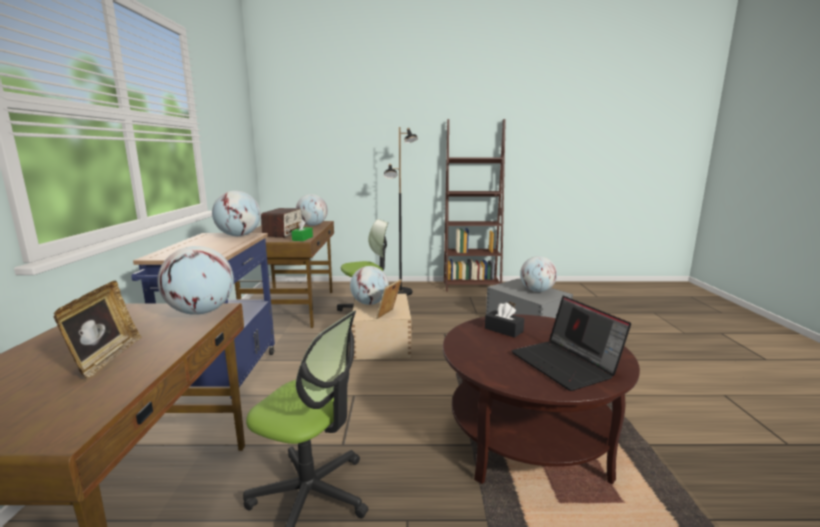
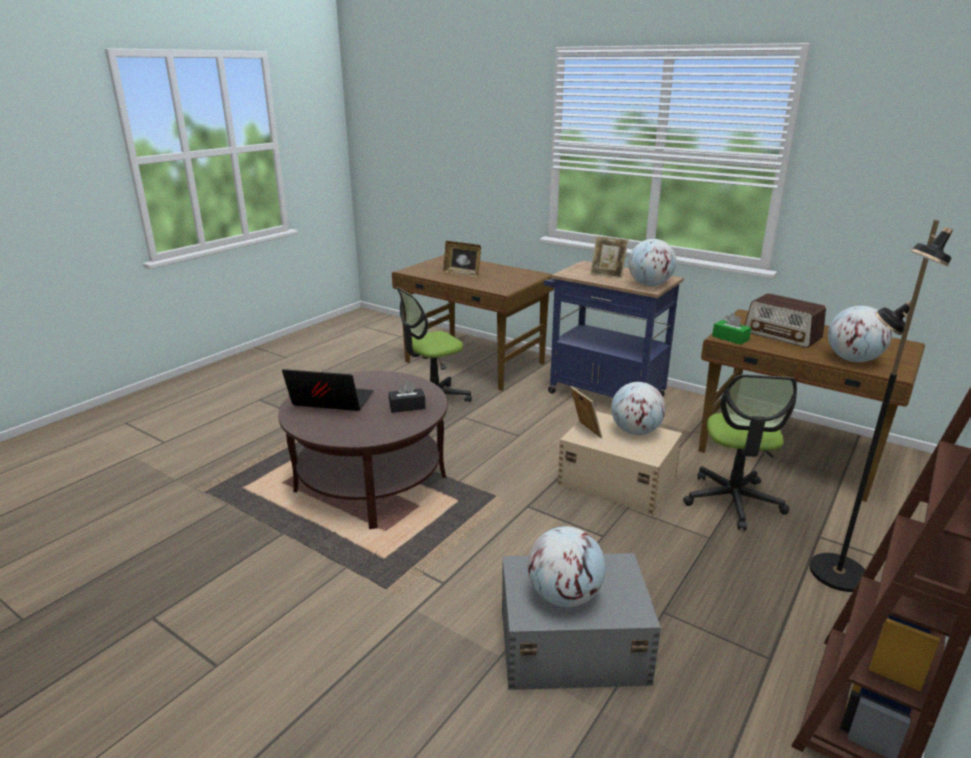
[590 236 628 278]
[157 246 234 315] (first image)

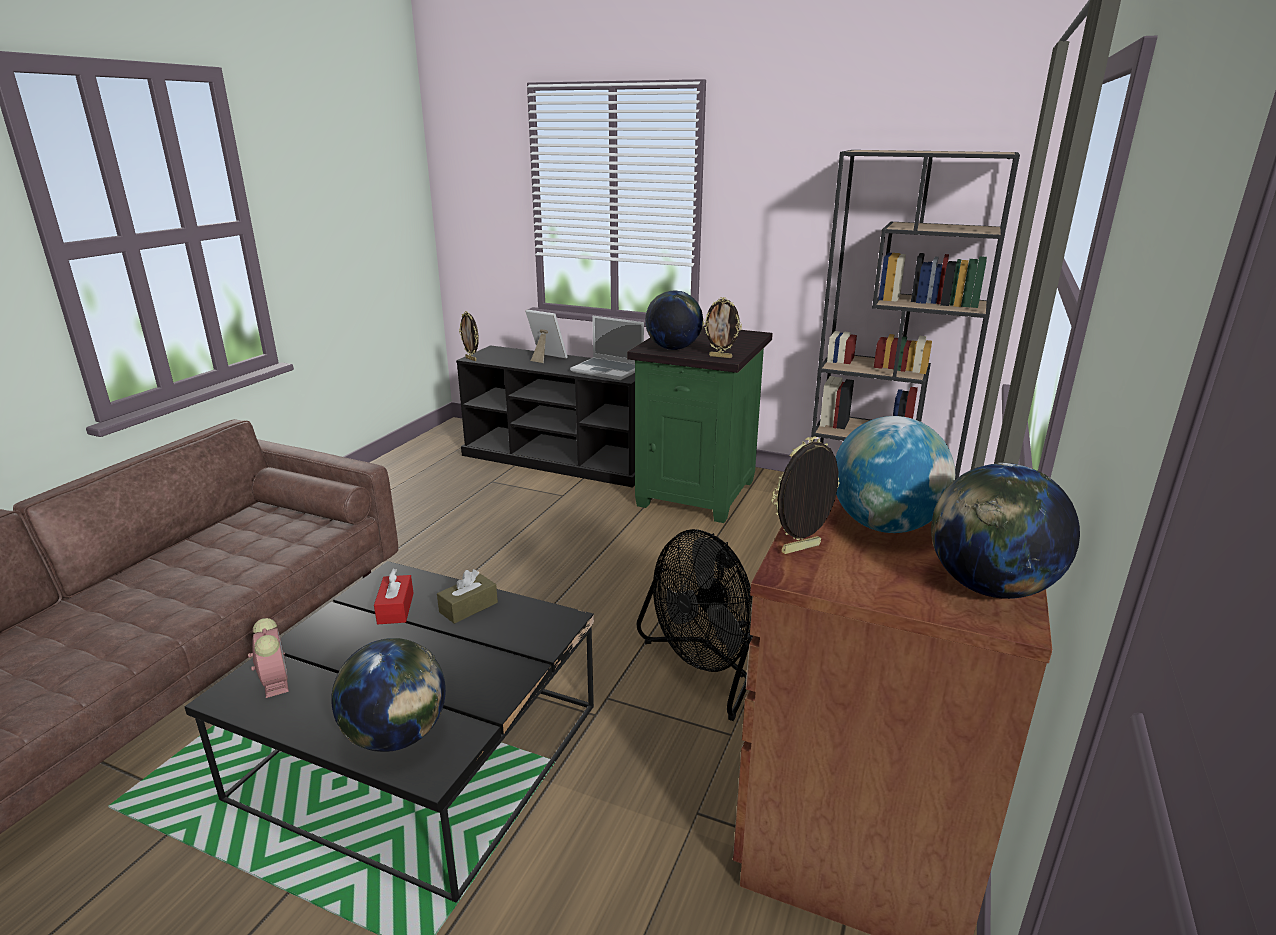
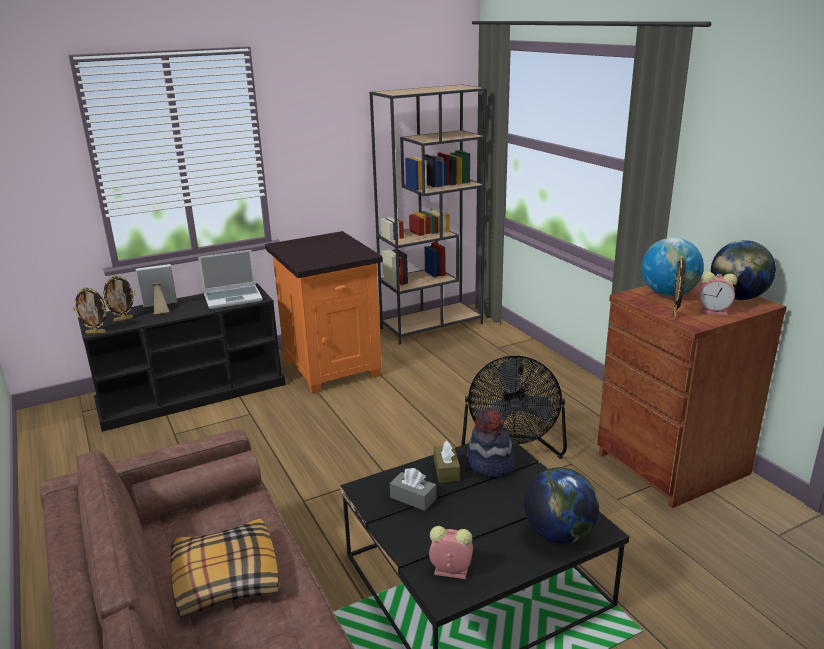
[102 275 136 322]
[171 519 280 619]
[265 231 383 394]
[390 468 436 511]
[467 408 514 478]
[698 272 737 315]
[645 291 703 350] (first image)

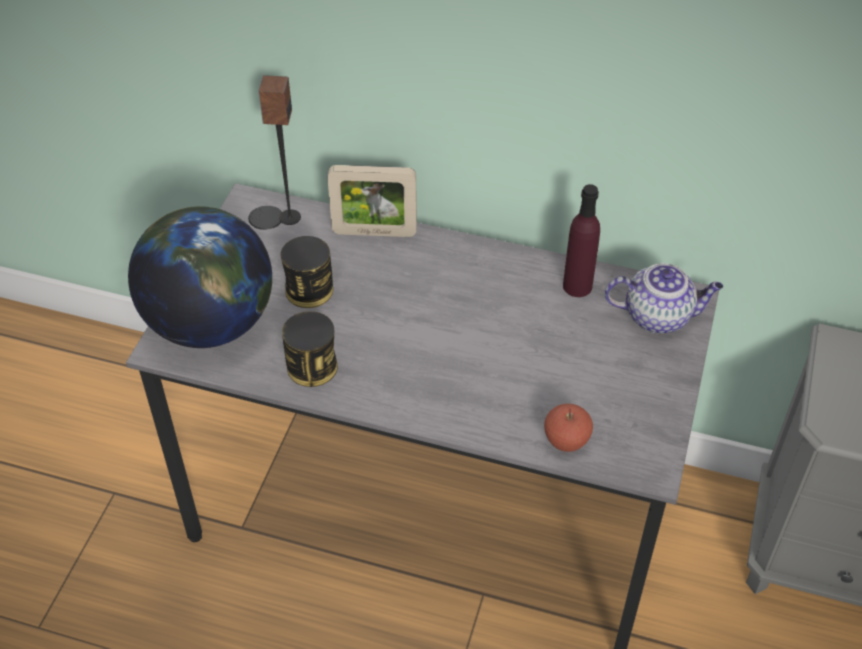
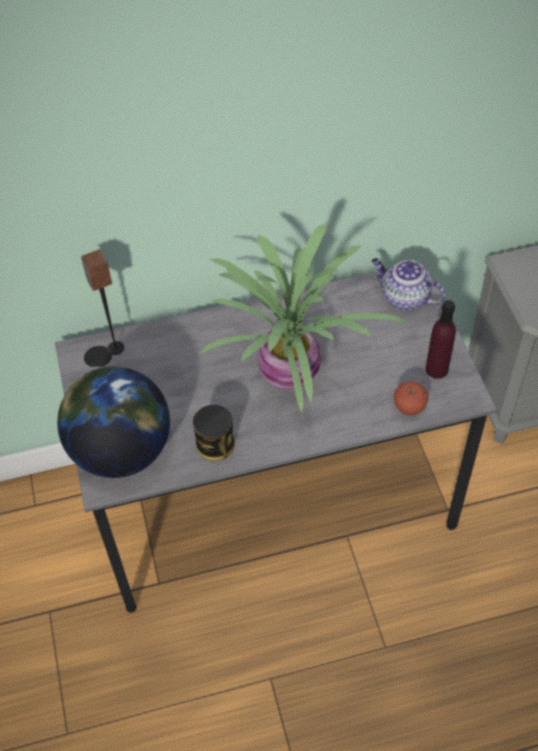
[200 224 408 412]
[371 258 446 311]
[426 300 456 379]
[281 236 333 308] (first image)
[327 165 417 237] (first image)

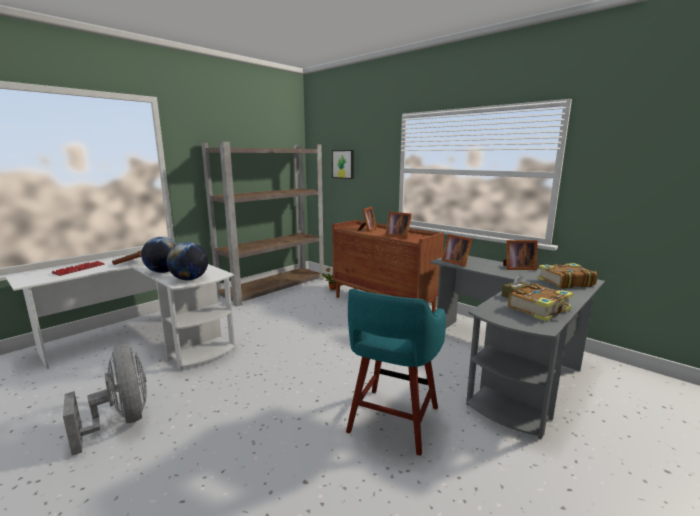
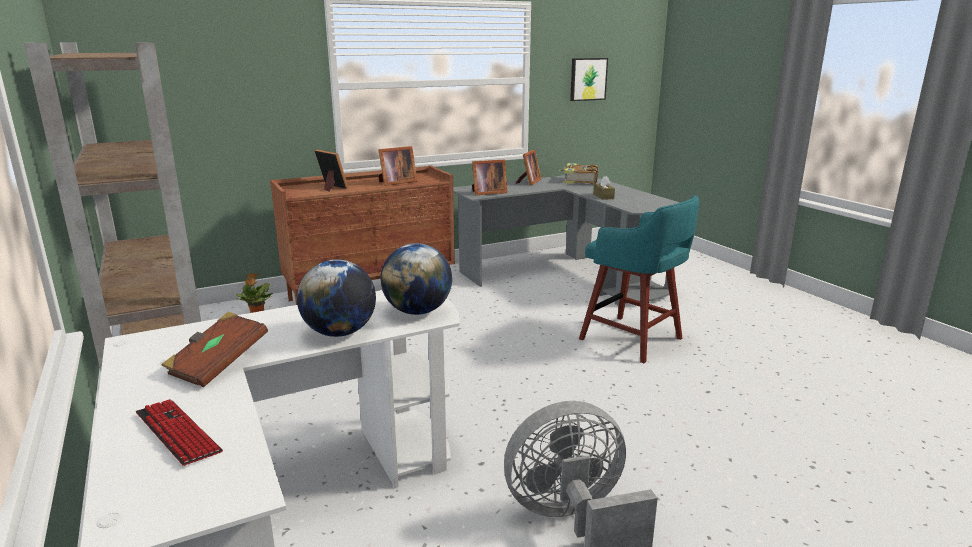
[570 58 608 101]
[508 283 574 321] (first image)

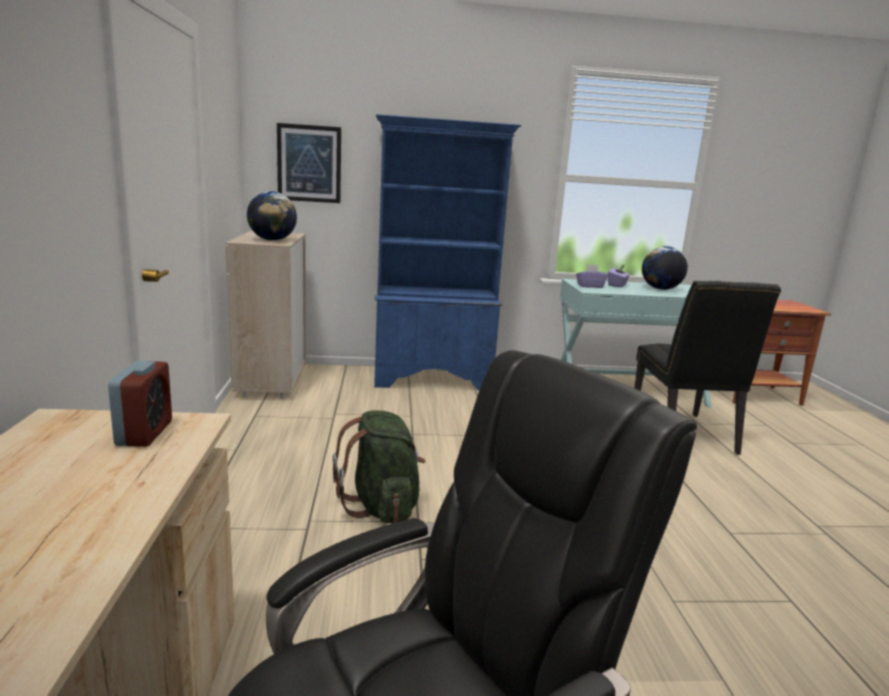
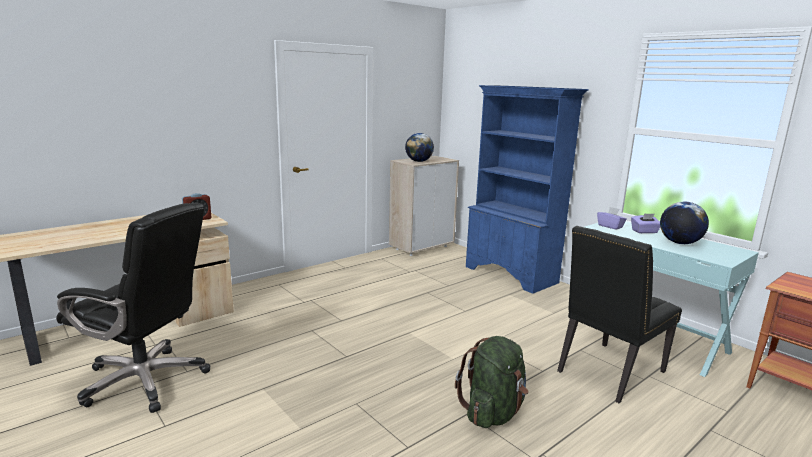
[455 336 529 428]
[277 123 341 203] (first image)

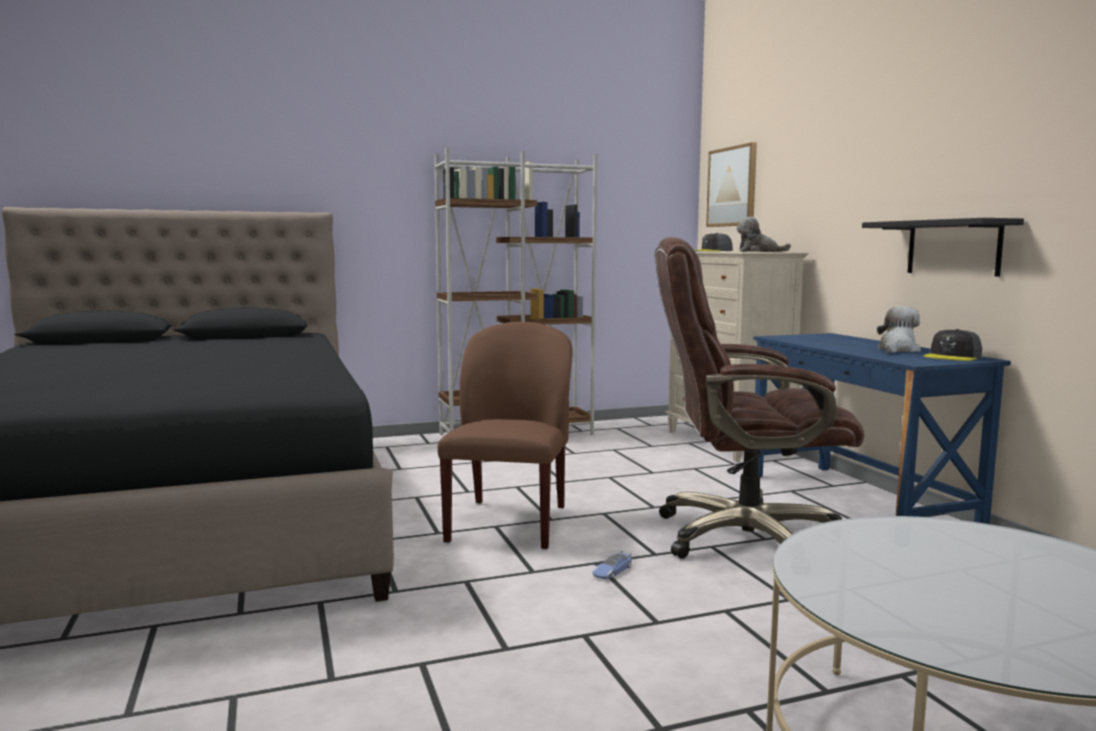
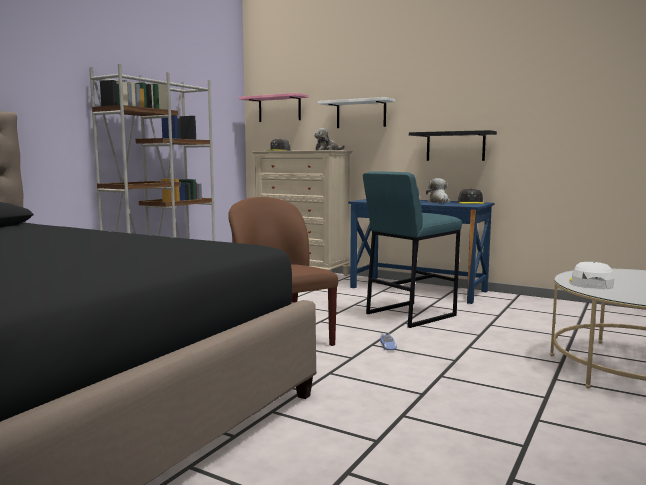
[239 93 308 122]
[318 97 395 128]
[363 171 462 328]
[570 262 614 288]

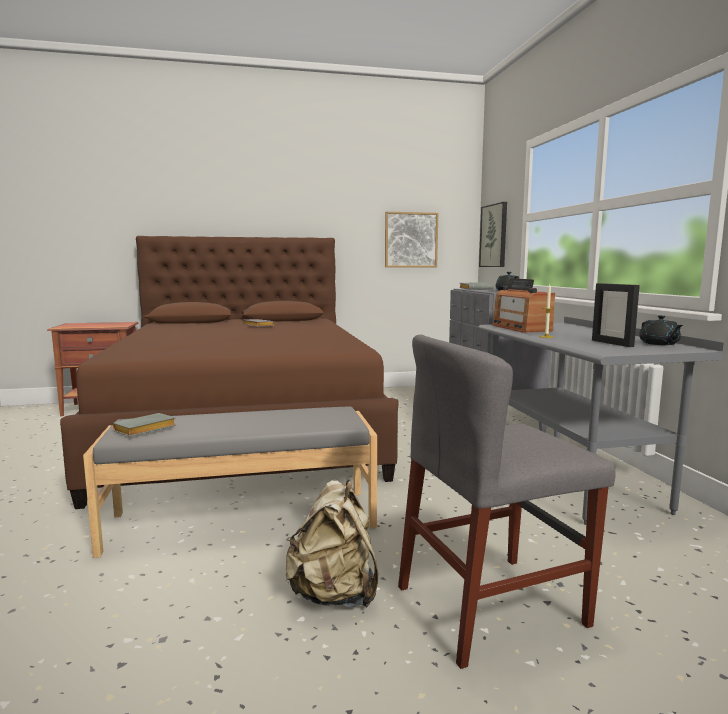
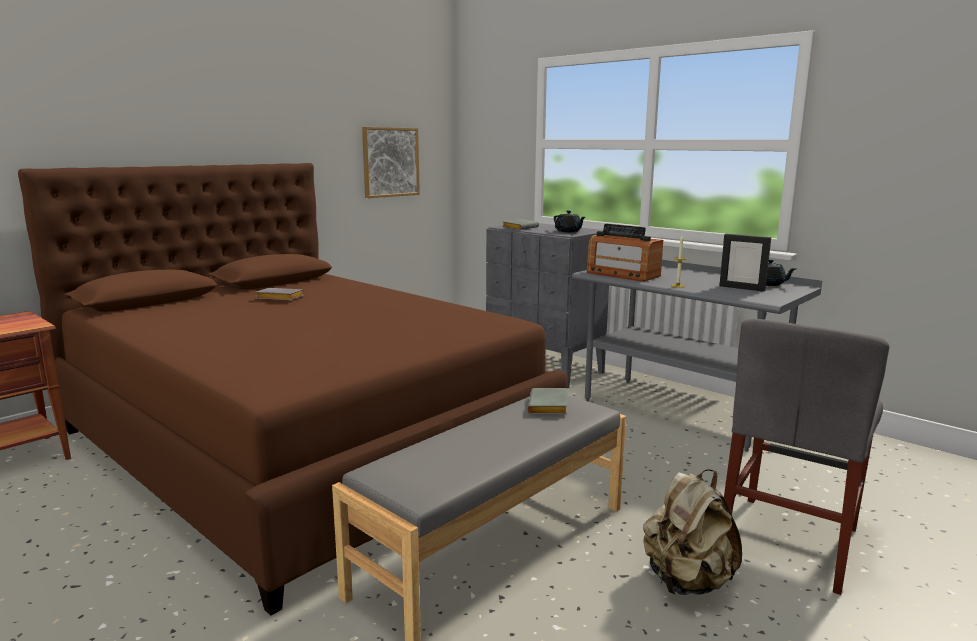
[528 388 567 414]
[479 202 507 267] (first image)

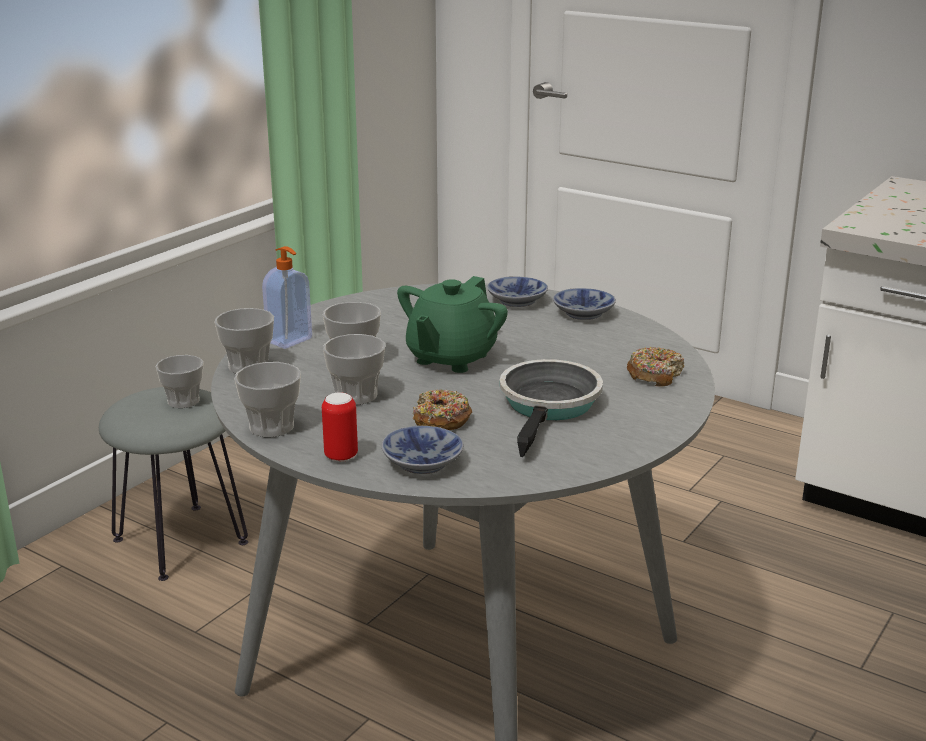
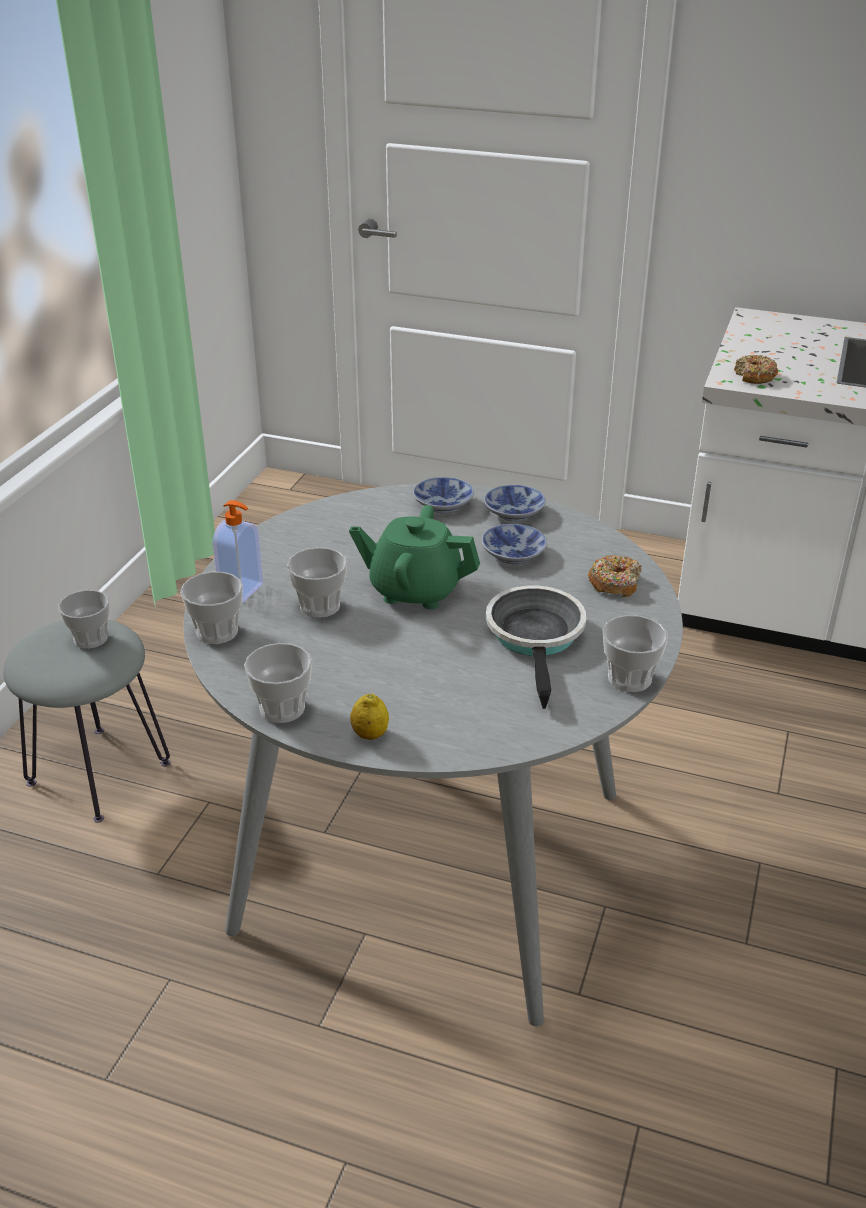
[349 505 480 609]
[350 693 389 740]
[482 524 547 564]
[602 615 668 692]
[734 355 778 384]

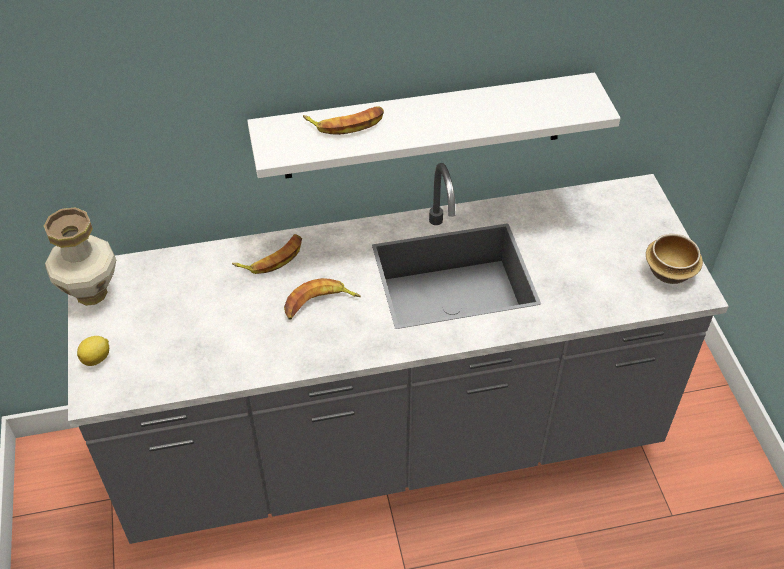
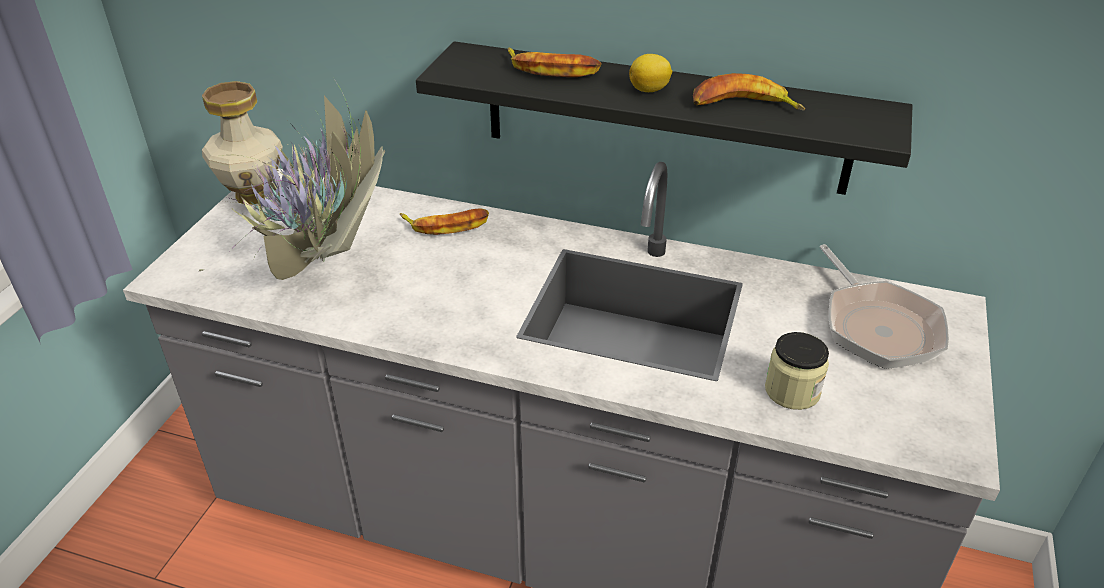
[198 84 385 280]
[416 41 912 195]
[629 54 672 92]
[693 73 805 111]
[765 332 829 410]
[820 244 949 369]
[646 234 703 284] (first image)

